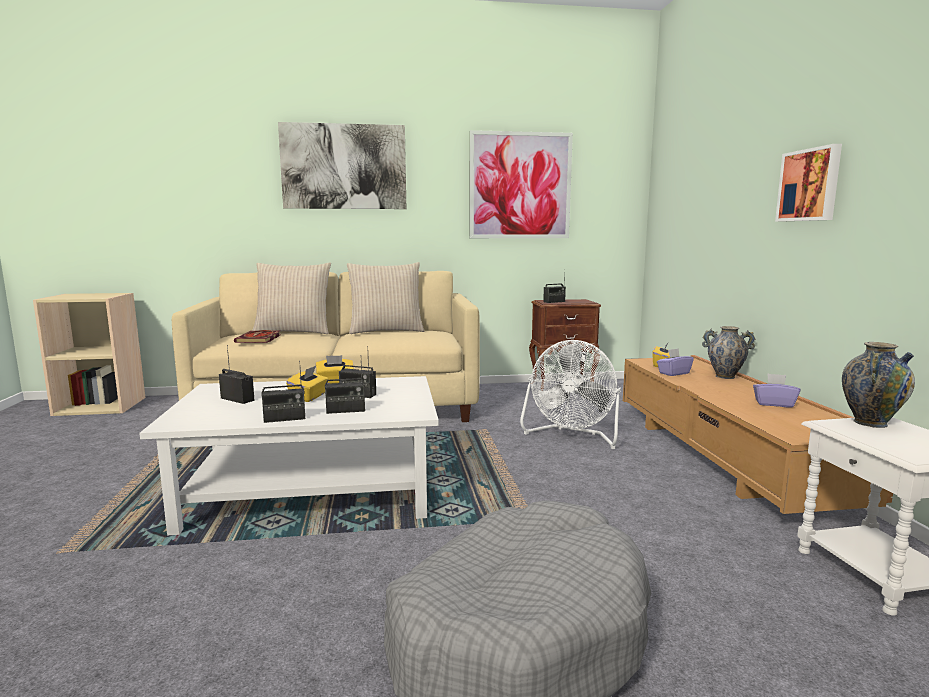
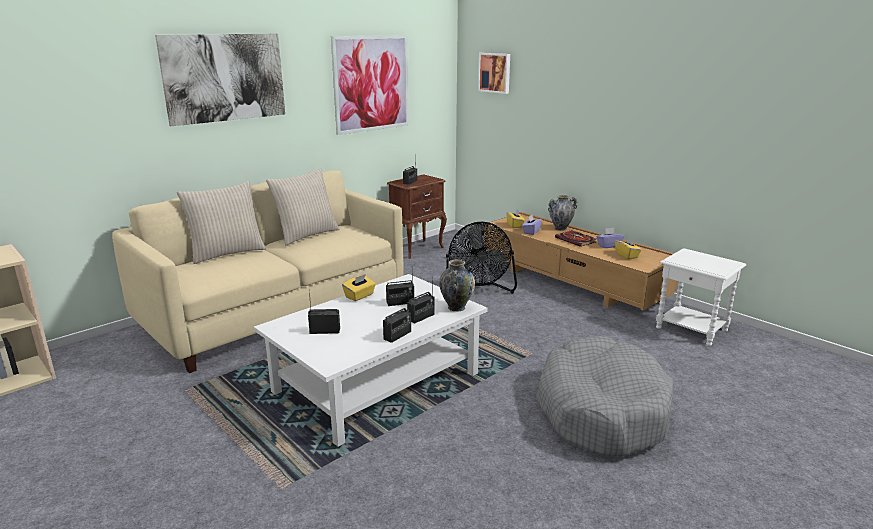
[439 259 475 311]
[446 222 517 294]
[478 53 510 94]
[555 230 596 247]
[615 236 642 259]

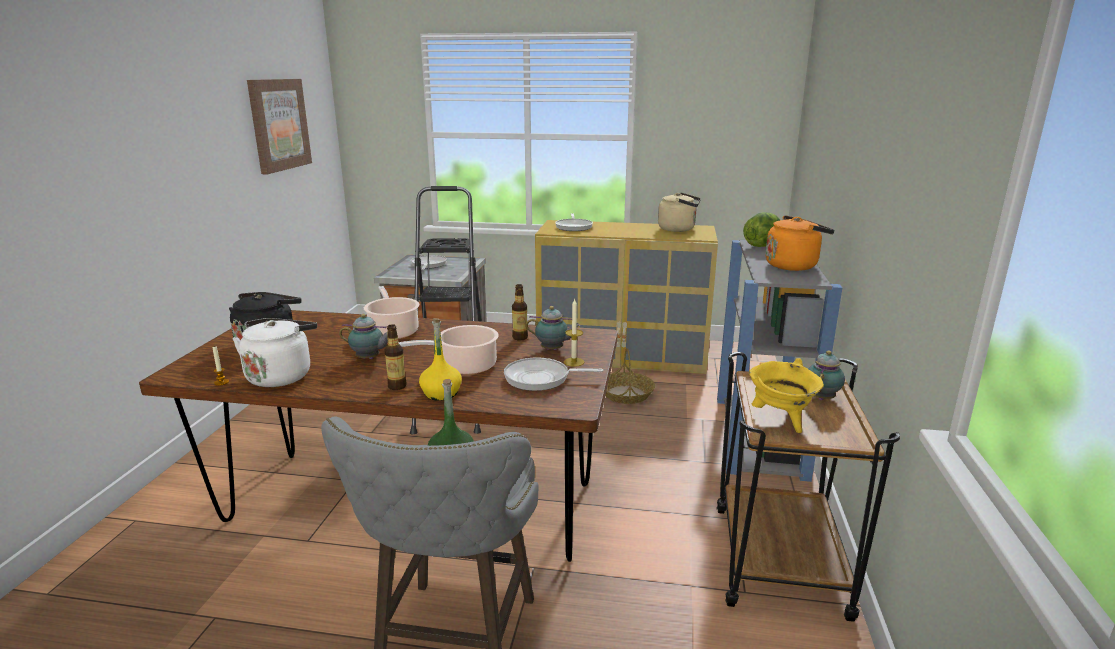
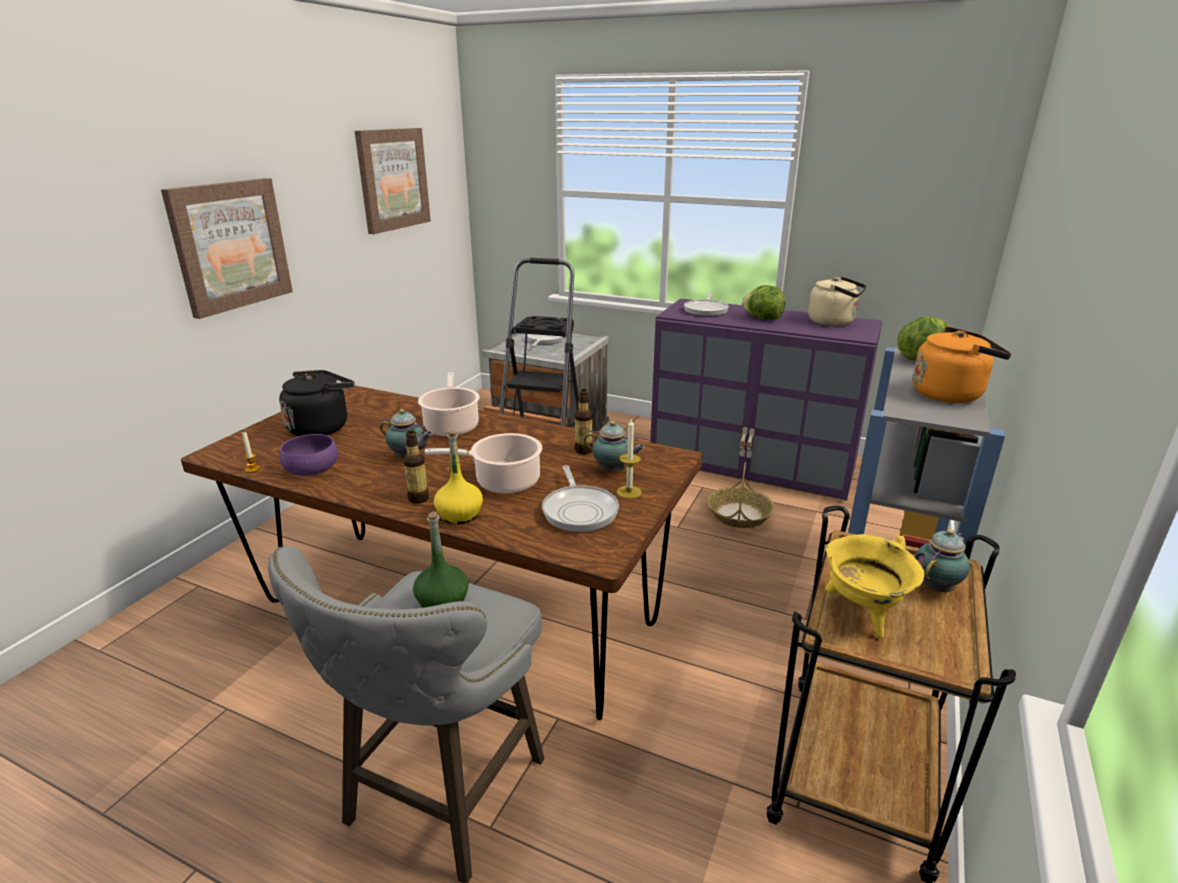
[161 178 293 319]
[279 434 338 476]
[542 465 619 532]
[650 299 882 501]
[742 285 785 320]

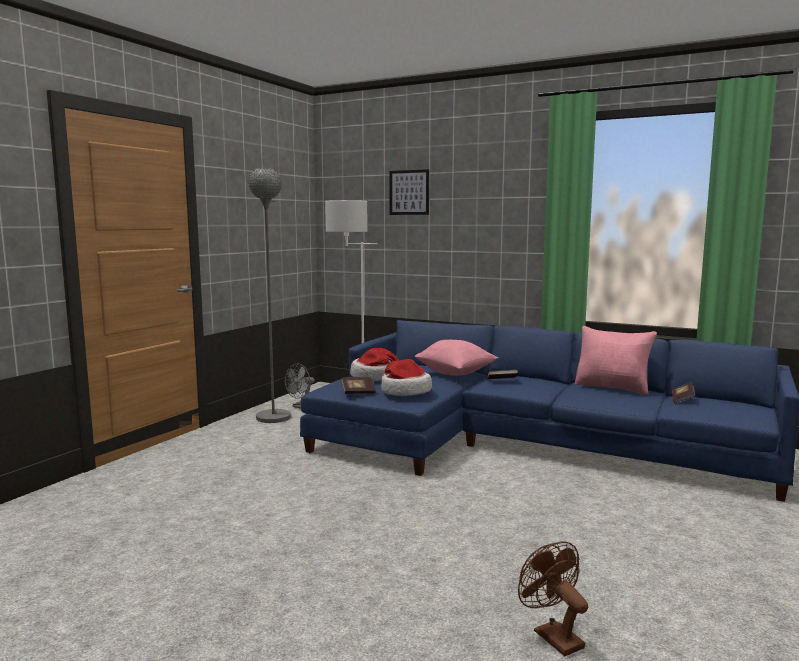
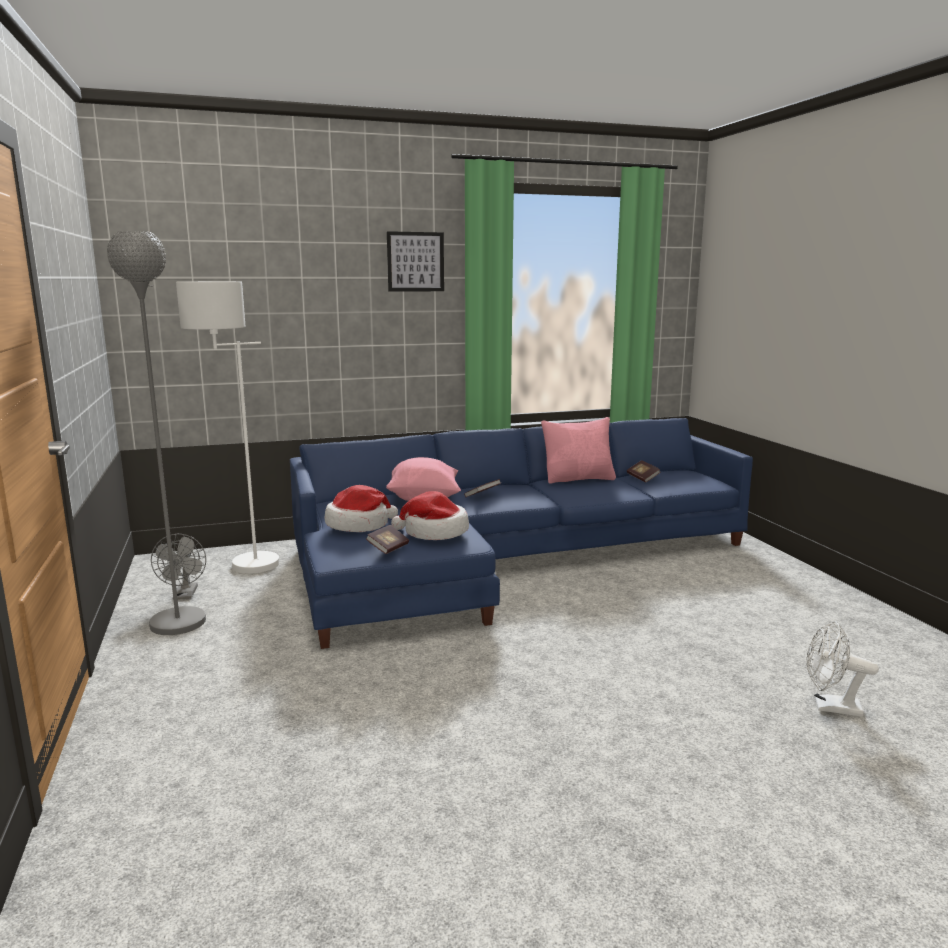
[387 231 444 292]
[807 621 879 717]

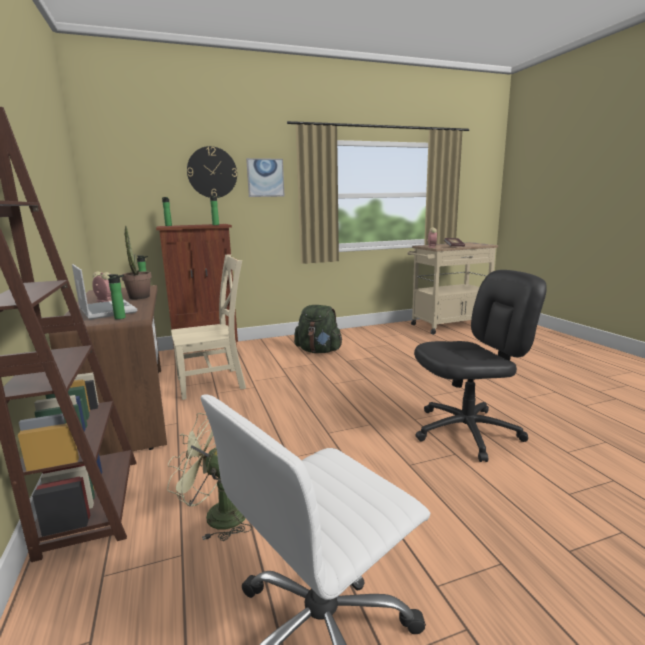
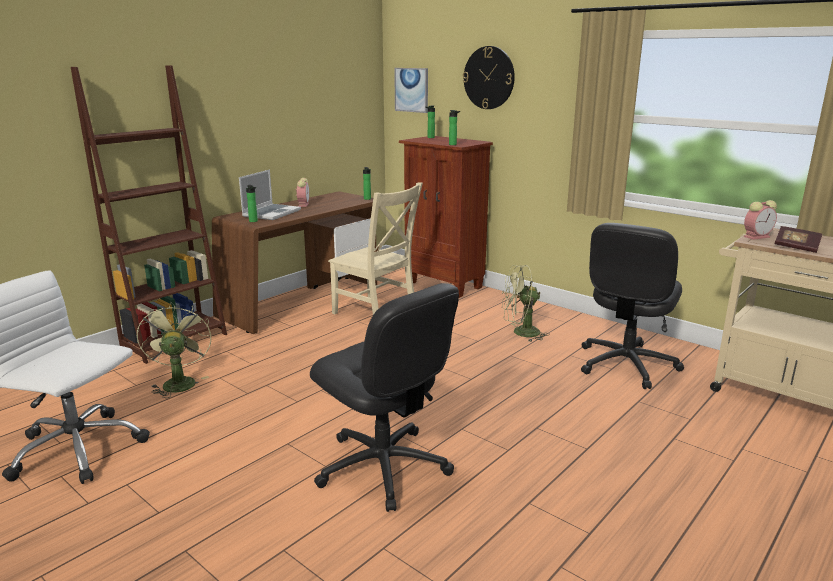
[394 68 428 113]
[502 265 550 342]
[581 223 684 389]
[122 226 152 299] (first image)

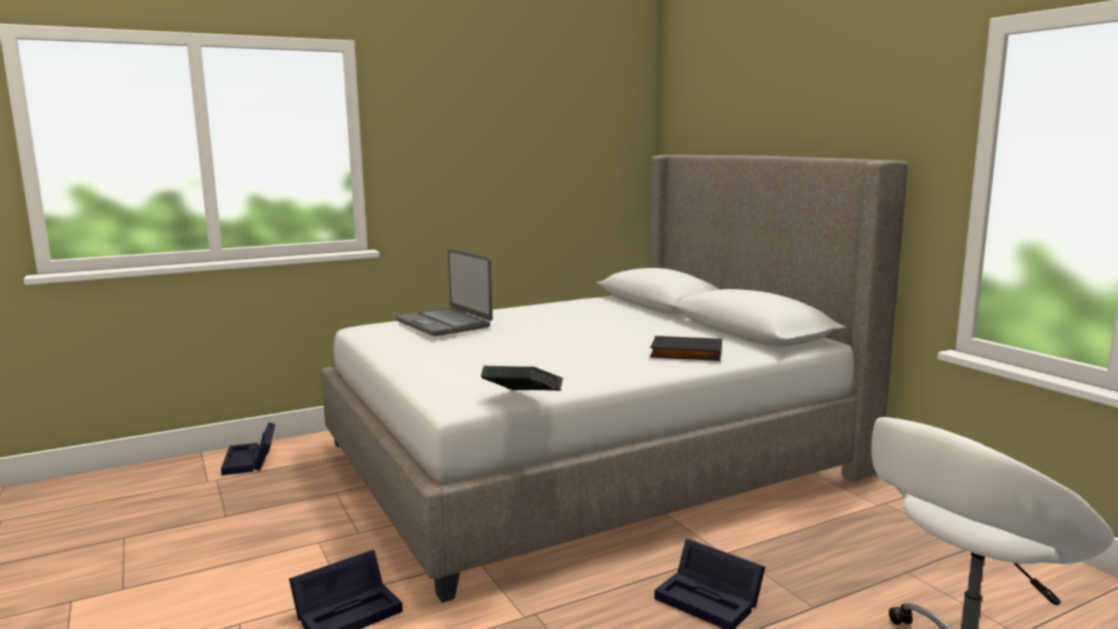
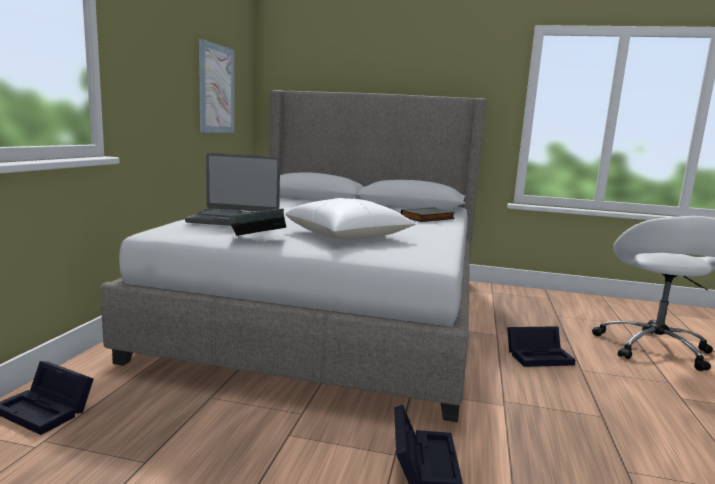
[199 39 234 133]
[230 208 286 236]
[285 198 416 240]

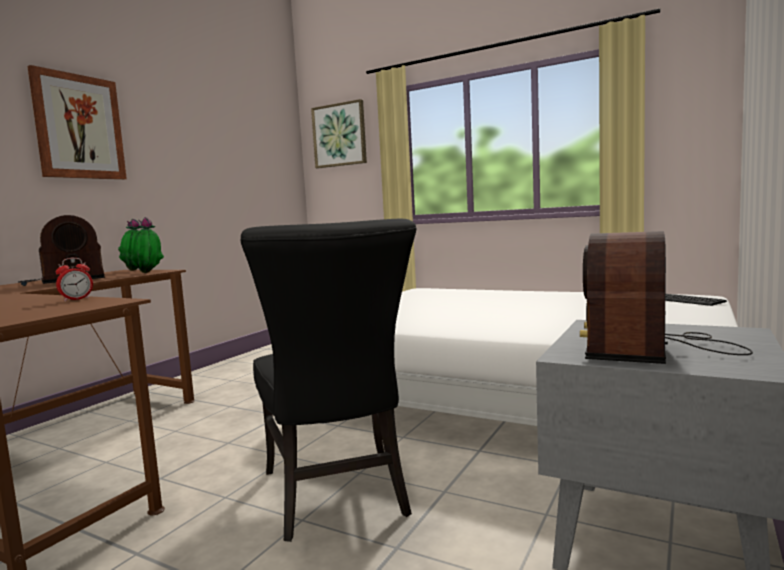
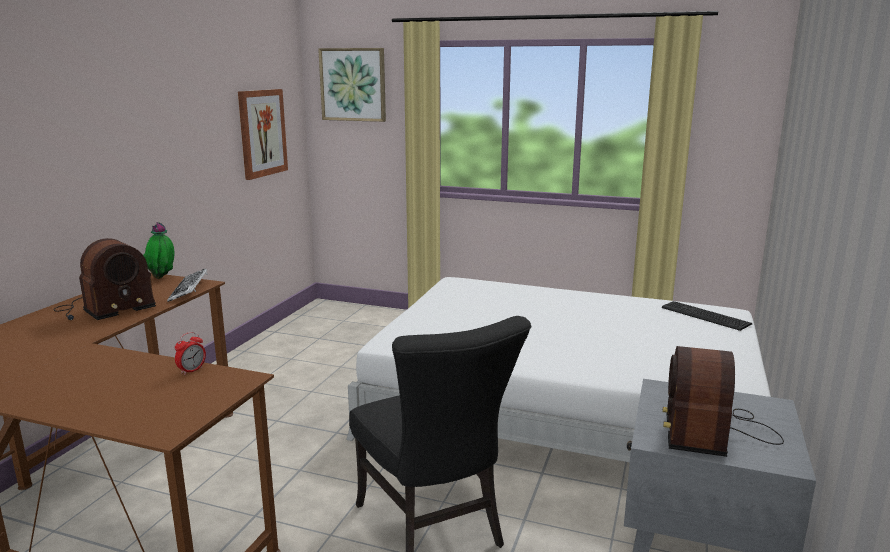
[167 268 207 302]
[238 89 288 180]

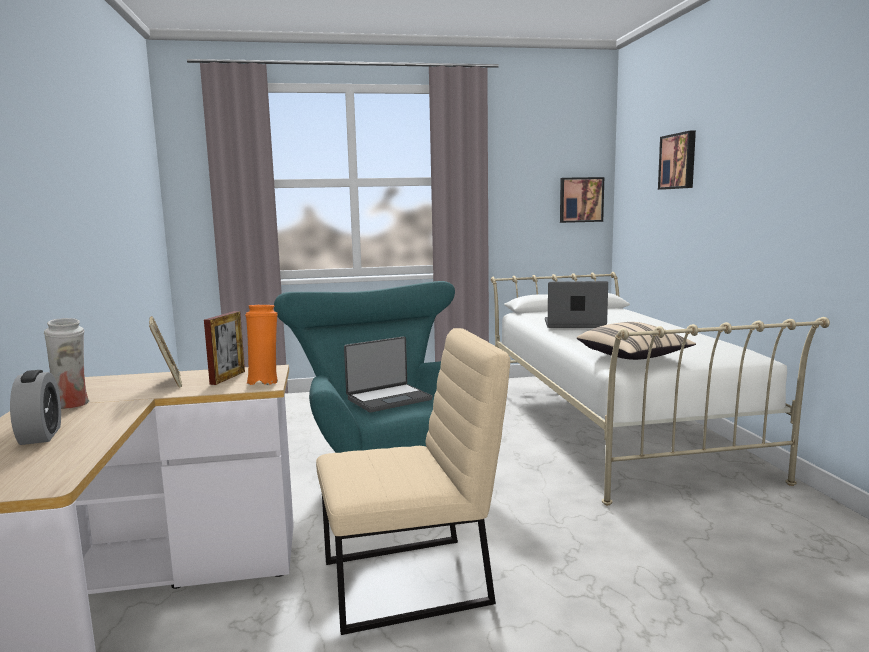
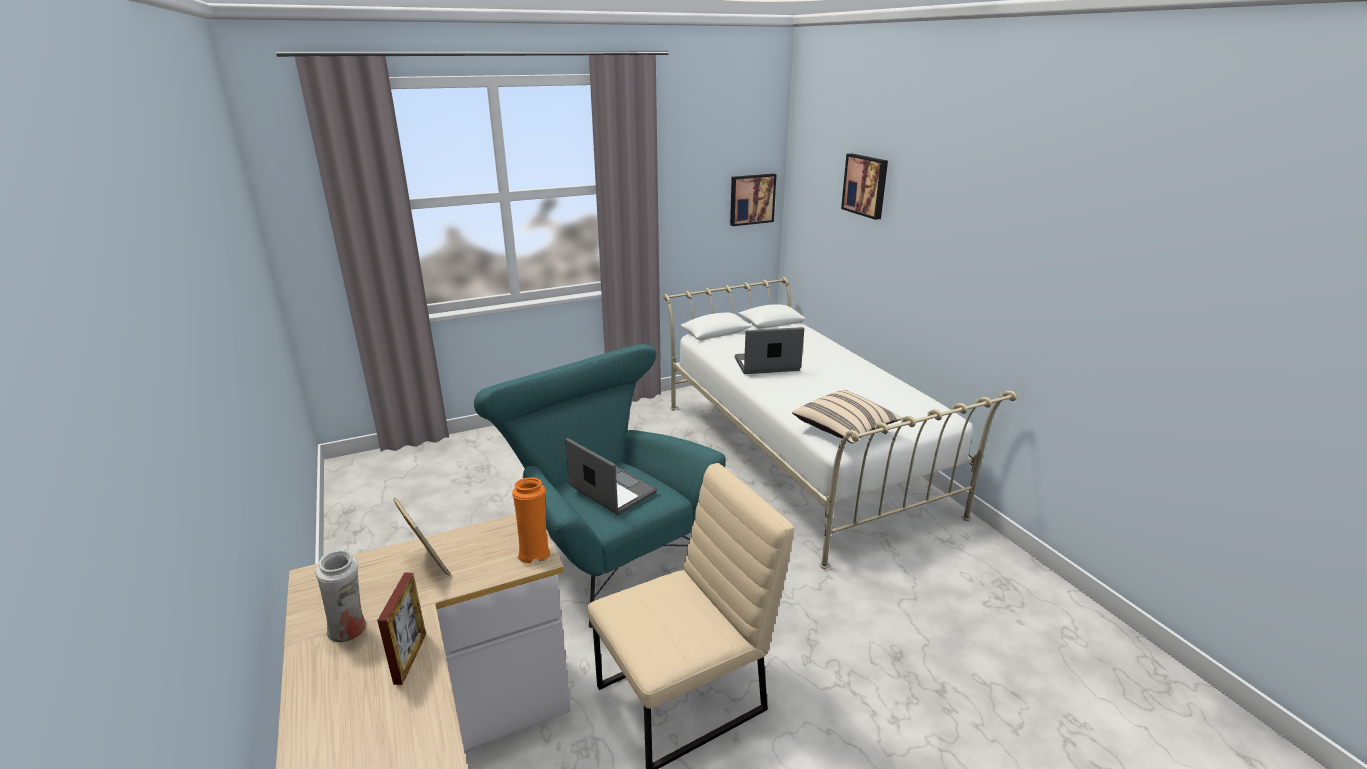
[377 573 426 685]
[565 438 657 515]
[10 370 61 445] (first image)

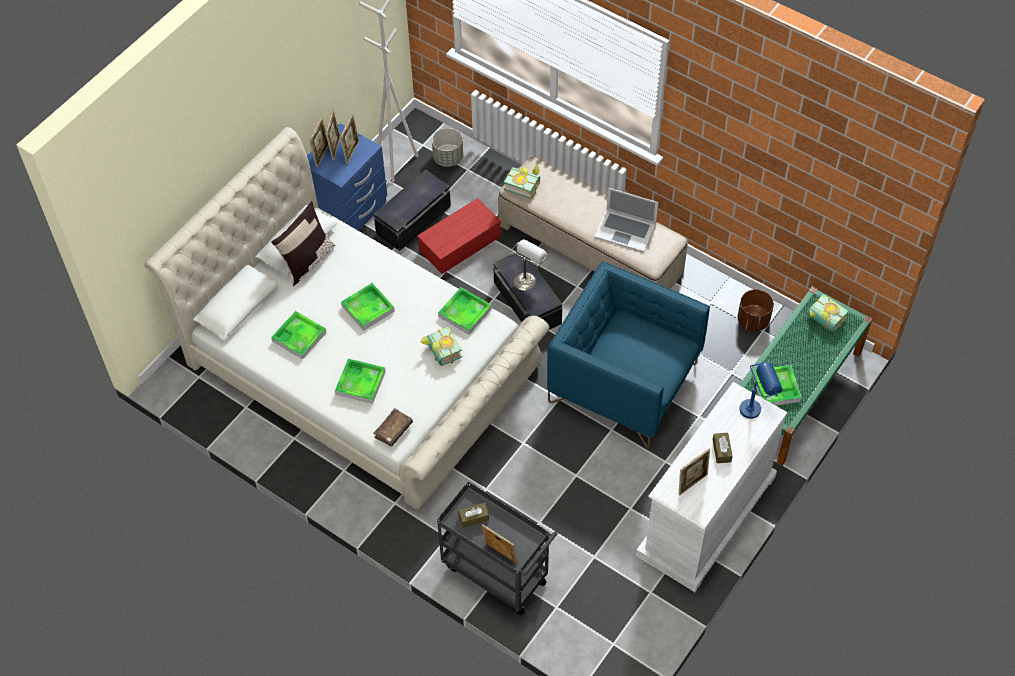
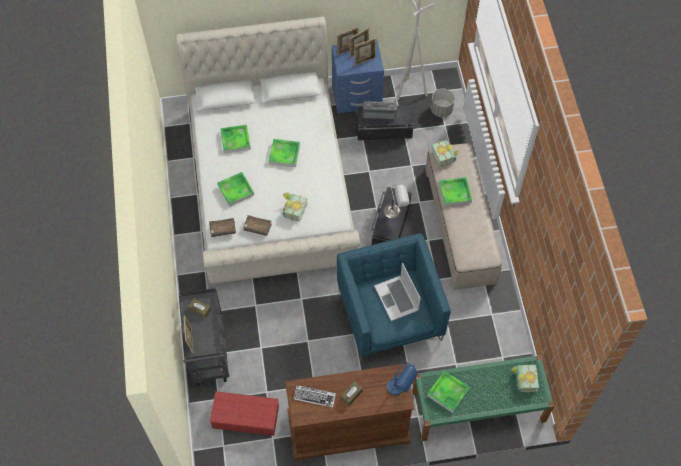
[210 391 279 436]
[243 215 272 236]
[285 364 414 461]
[294 385 336 408]
[362 101 398 119]
[374 263 421 321]
[439 177 472 207]
[271 201 335 286] (first image)
[738 289 774 331] (first image)

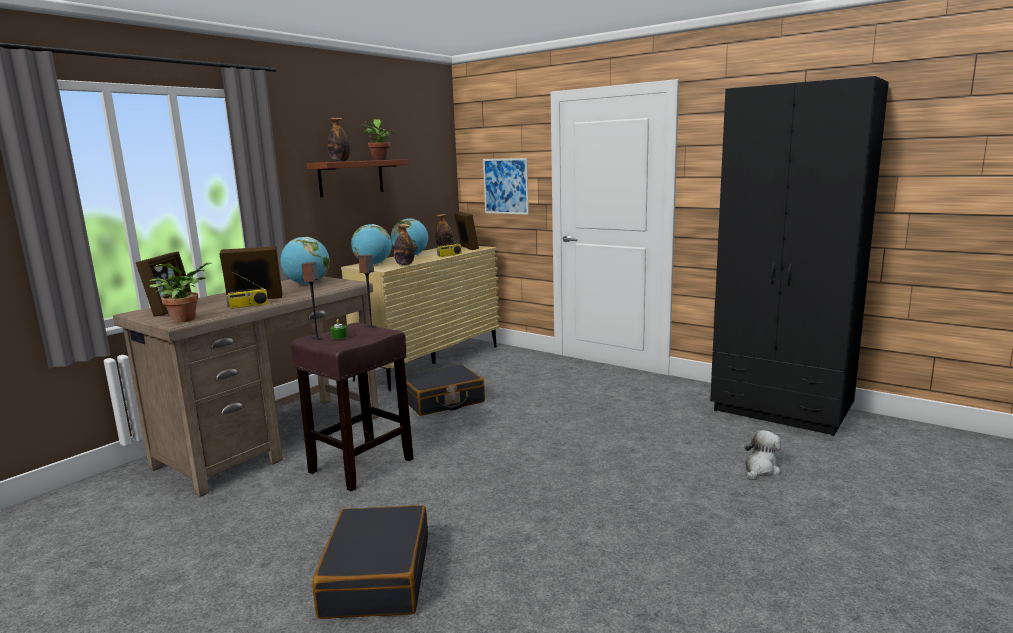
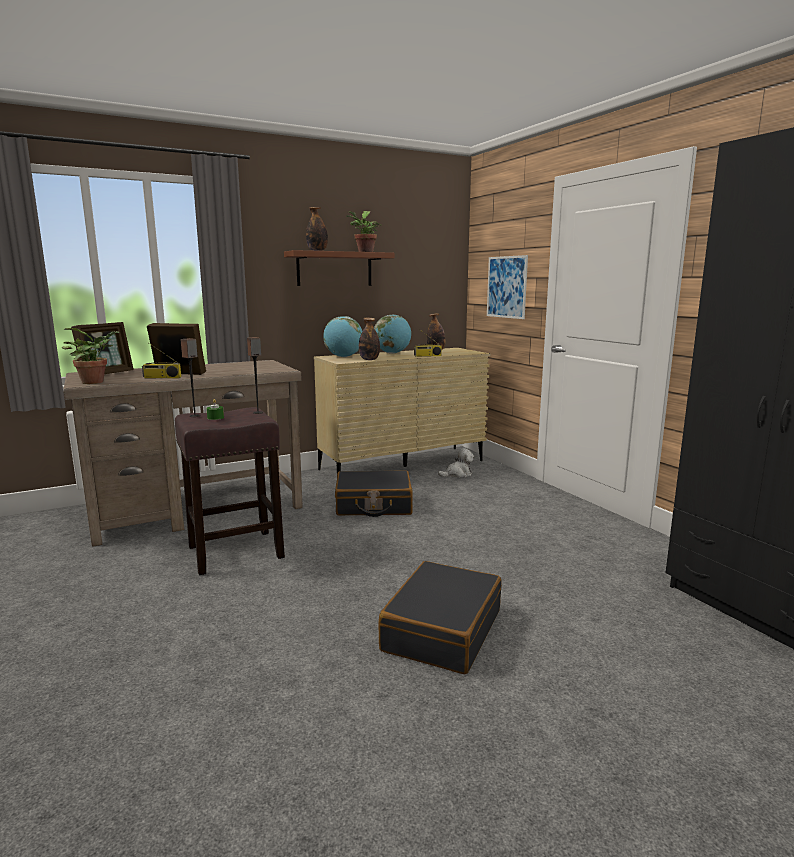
[378 561 501 674]
[438 448 474 478]
[281 237 330 285] (first image)
[454 212 479 250] (first image)

